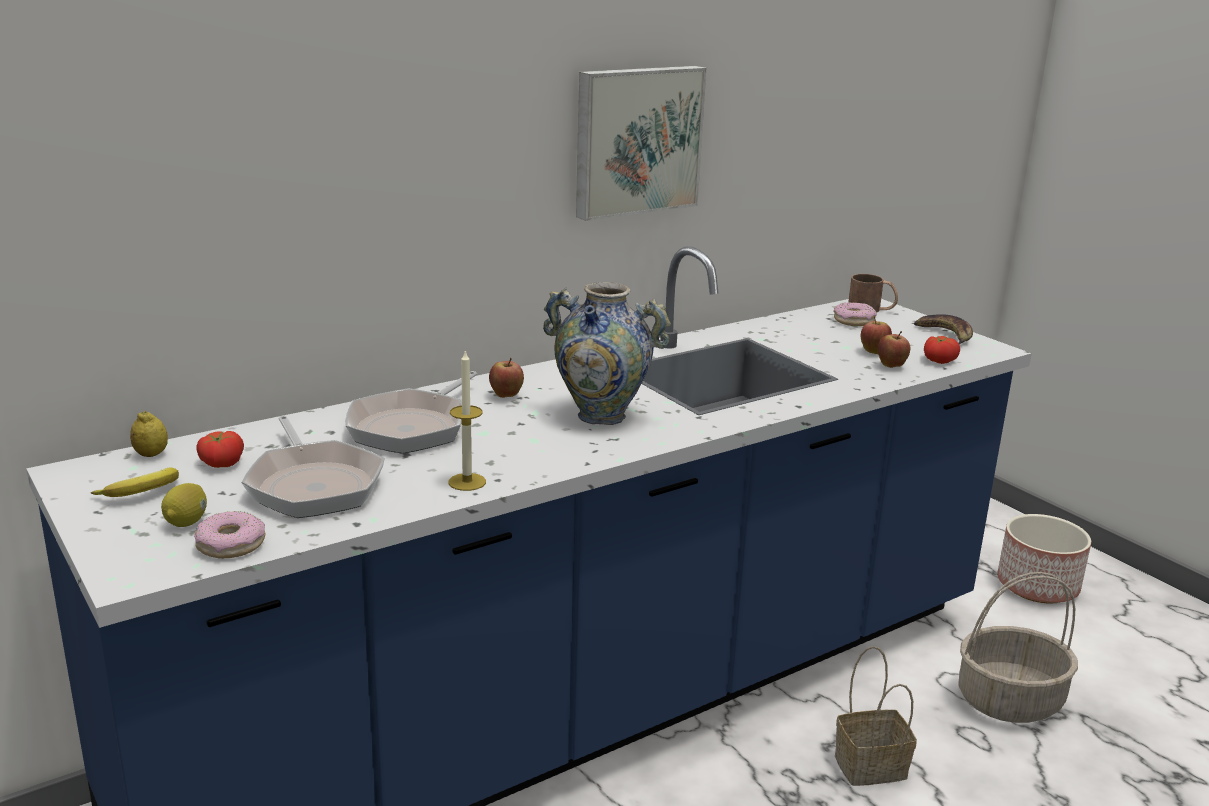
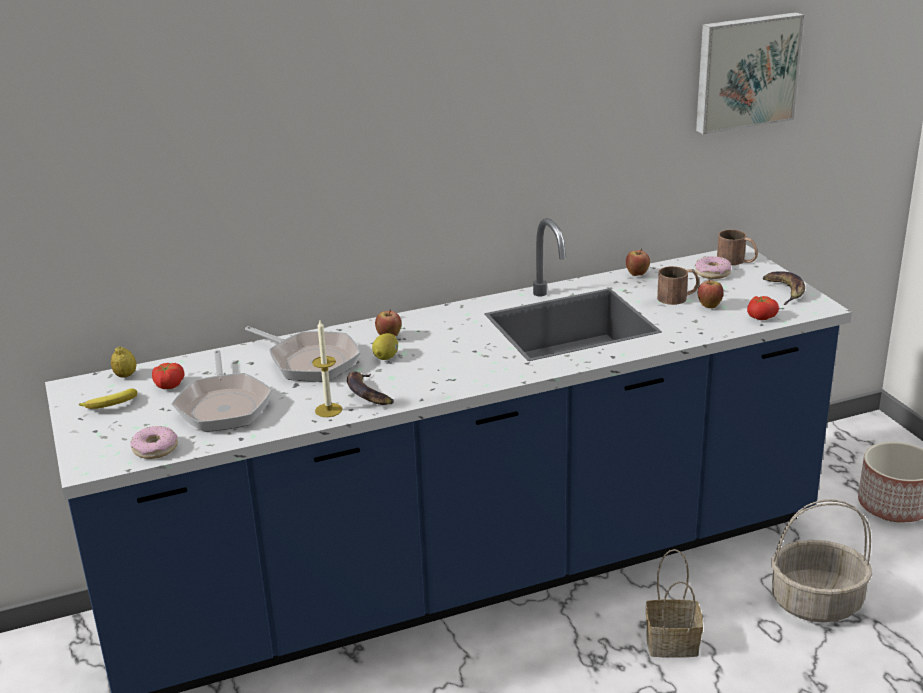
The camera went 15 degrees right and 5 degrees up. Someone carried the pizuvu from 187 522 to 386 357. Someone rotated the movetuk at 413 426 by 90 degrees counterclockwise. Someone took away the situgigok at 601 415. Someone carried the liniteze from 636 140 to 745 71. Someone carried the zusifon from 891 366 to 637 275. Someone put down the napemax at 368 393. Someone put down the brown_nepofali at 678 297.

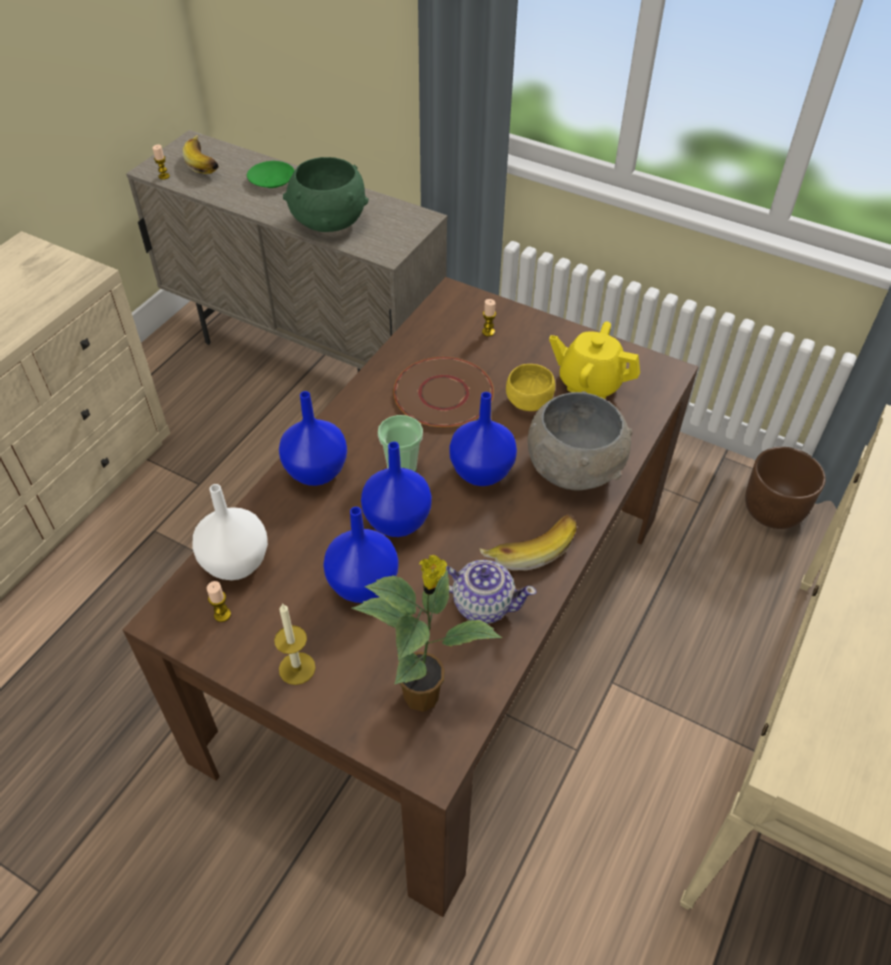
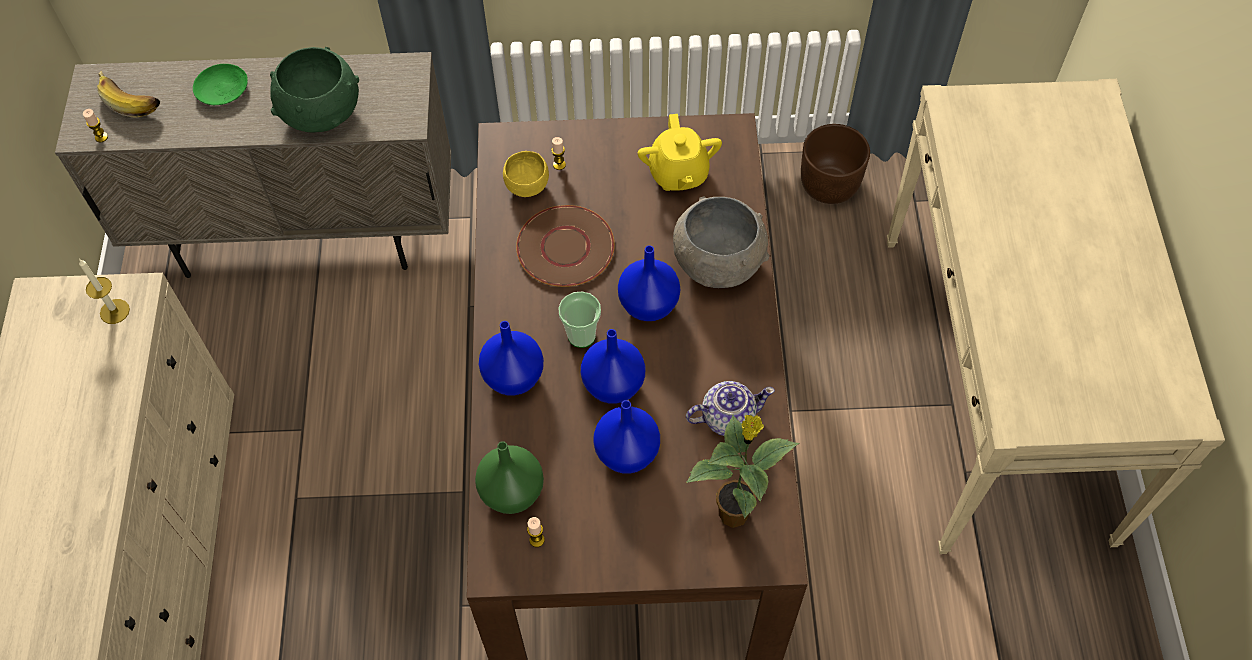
The camera went 30 degrees left and 10 degrees up. Someone repainted the white_situgigok at 235 561, which became the green_situgigok at 511 491. Someone carried the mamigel from 297 668 to 114 311. Someone took away the napemax at 529 547. Someone carried the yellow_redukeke from 528 403 to 527 187. Someone rotated the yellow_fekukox at 589 382 by 90 degrees counterclockwise.

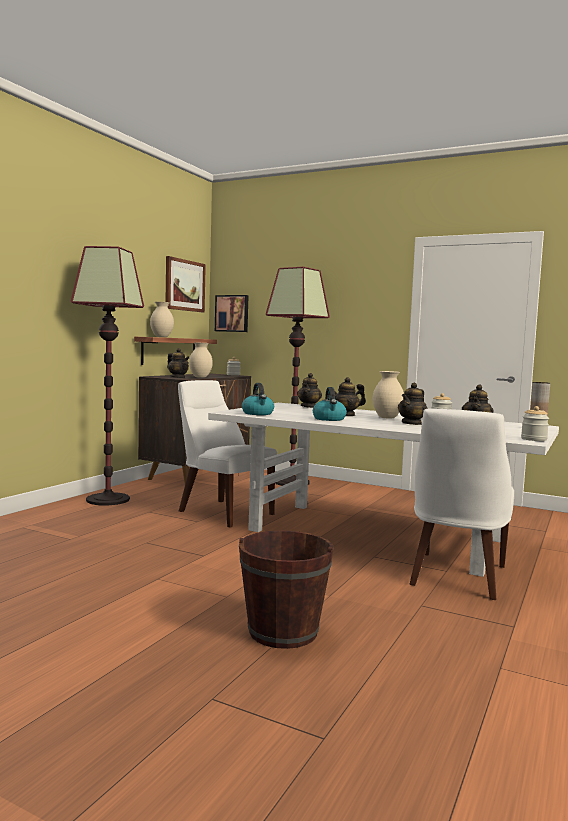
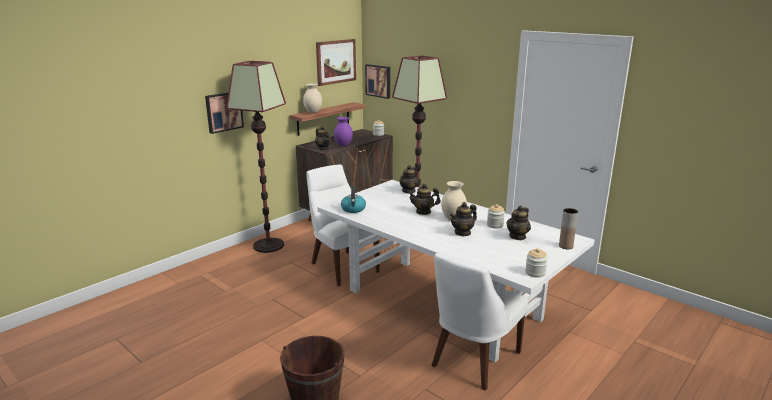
The camera went 15 degrees right and 15 degrees up. Someone repainted the beige_situgigok at 200 377, which became the purple_situgigok at 343 145. Someone took away the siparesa at 329 419. Someone put up the liniteze at 223 111.

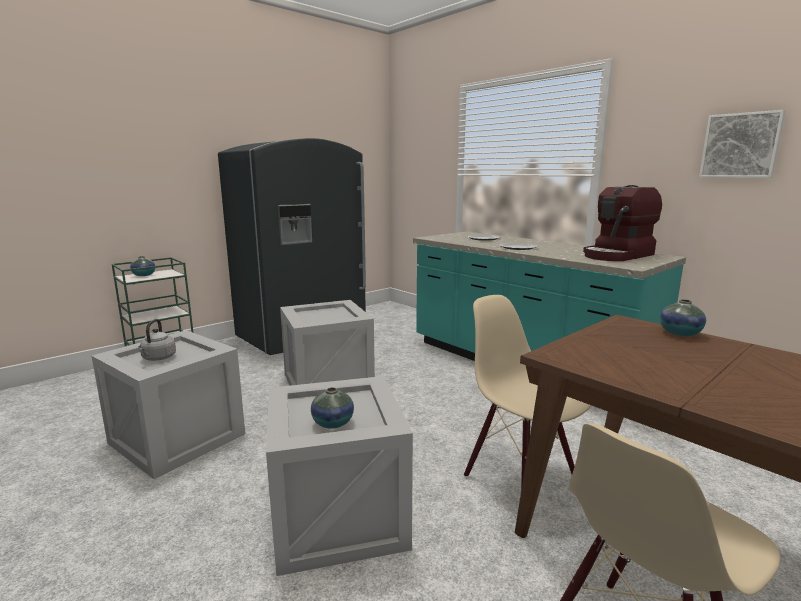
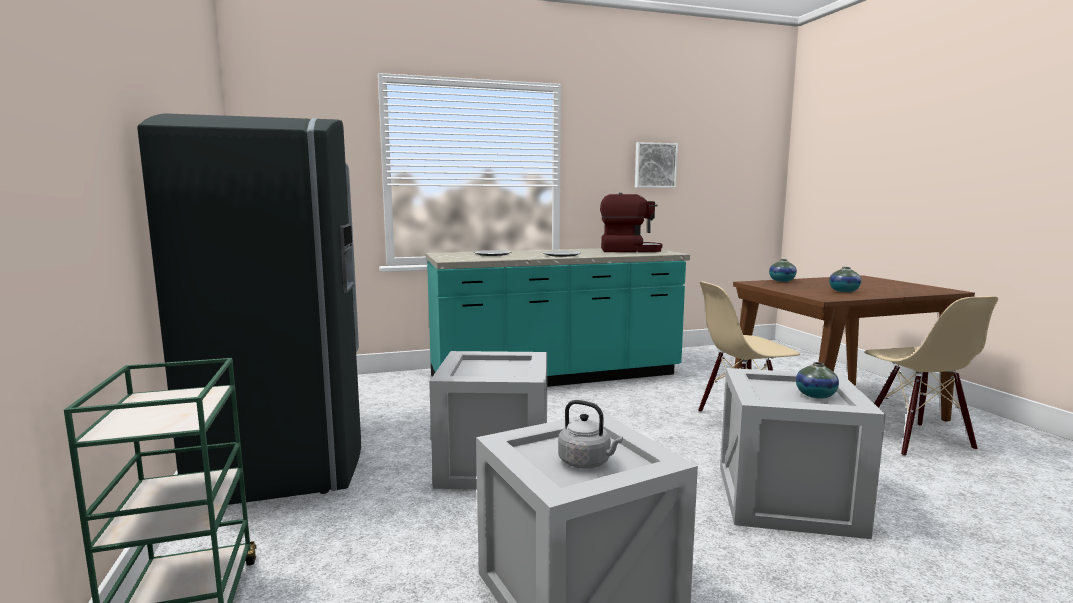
The camera went 65 degrees left and 5 degrees down. Someone carried the situgigok from 144 275 to 844 291. Someone rotated the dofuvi at 618 255 by 75 degrees counterclockwise.

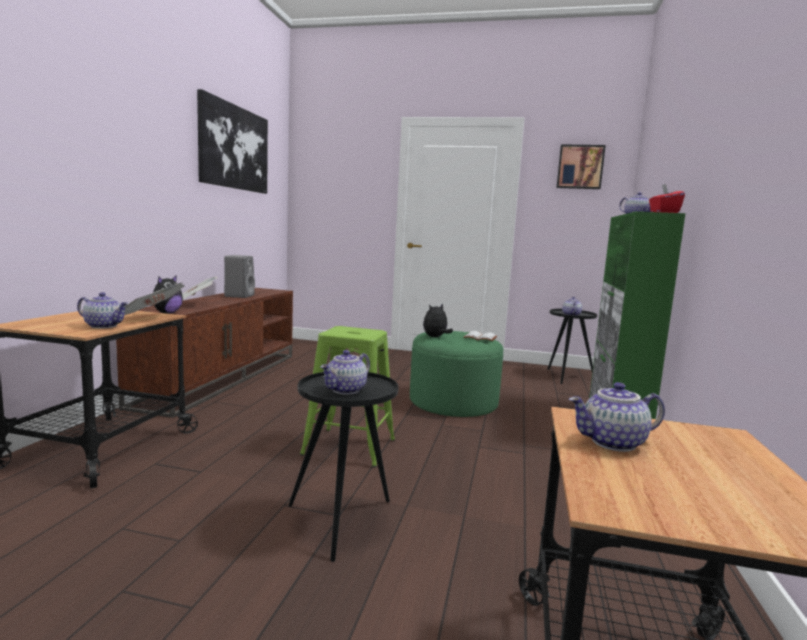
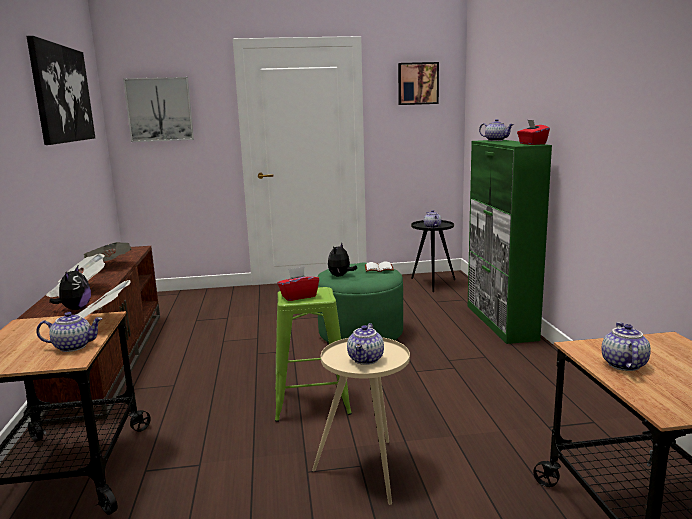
The camera went 20 degrees left and 5 degrees up. Someone swapped the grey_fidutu at 239 296 for the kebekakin at 109 265. Someone repainted the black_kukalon at 343 520, which became the beige_kukalon at 368 468. Someone rotated the fekukox at 613 443 by 135 degrees clockwise. Someone put up the liniteze at 159 109. Someone put down the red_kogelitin at 298 296.

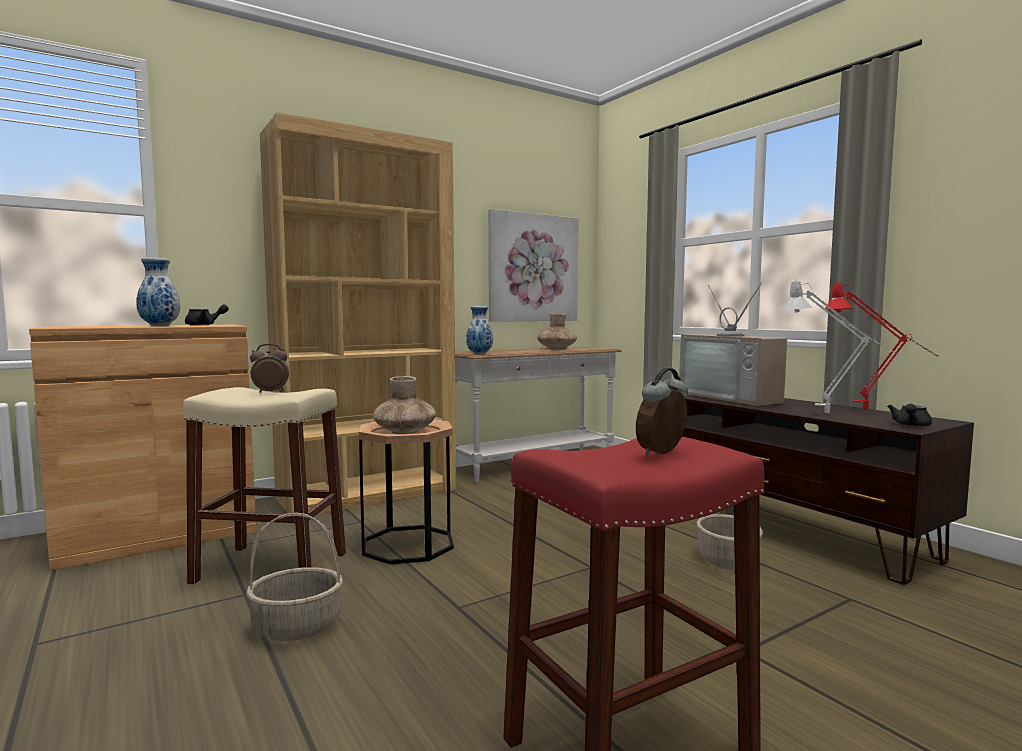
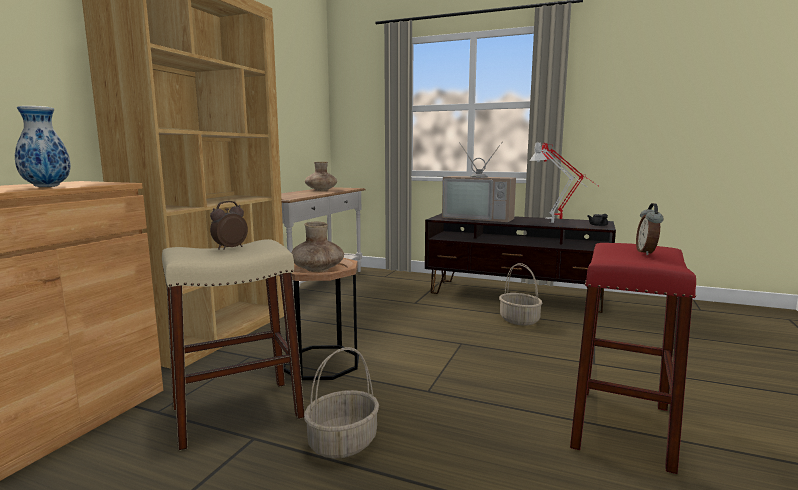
The camera went 35 degrees left and 5 degrees up. Someone took away the black_fekukox at 205 325. Someone took away the situgigok at 479 354. Someone took away the liniteze at 533 268.

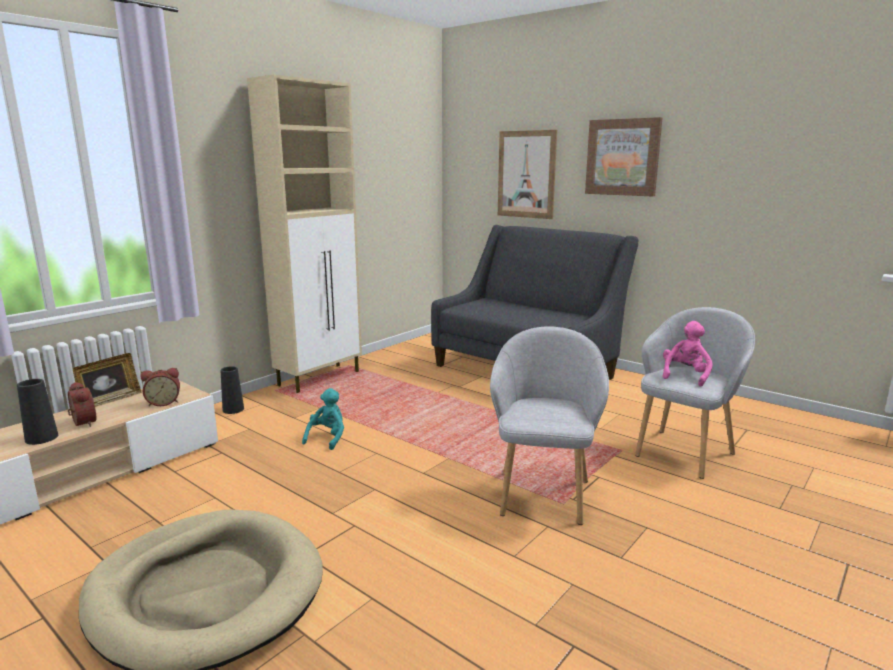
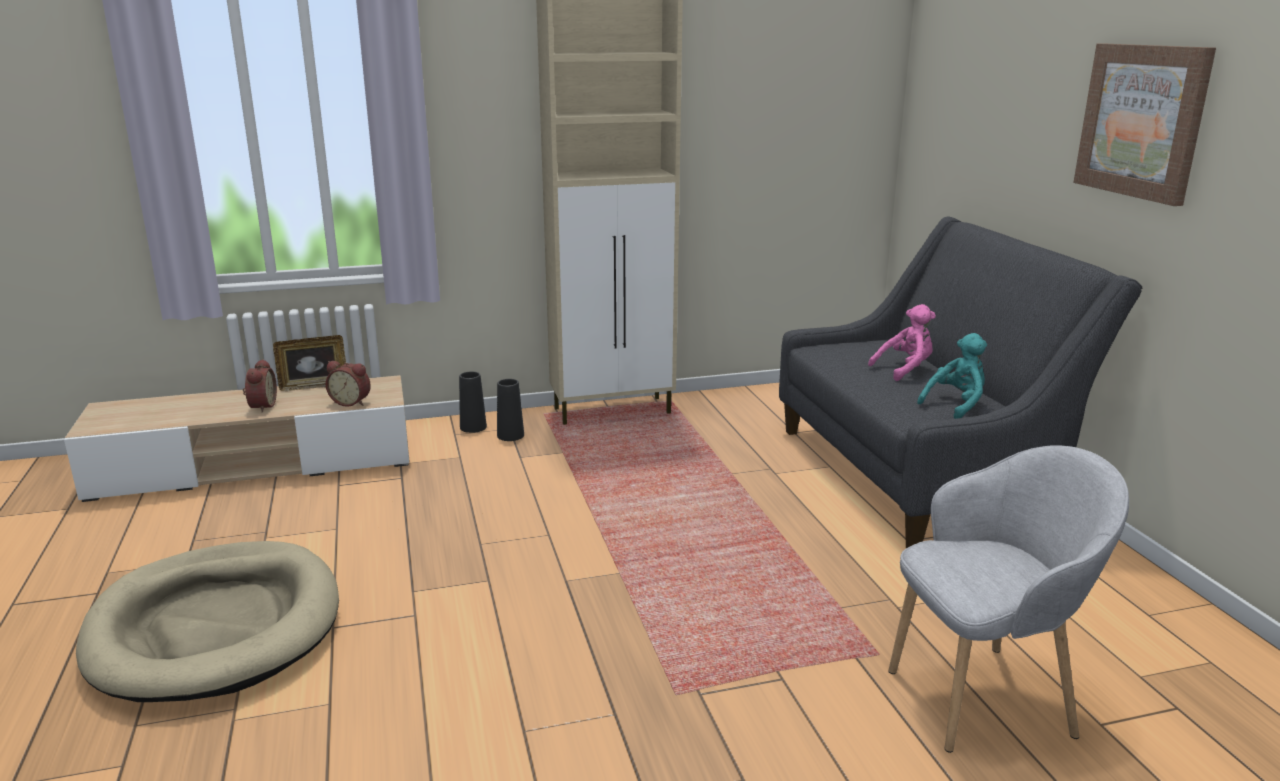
The camera went 35 degrees right and 5 degrees up. Someone carried the black_situgigok from 41 438 to 510 435. Someone carried the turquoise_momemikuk from 327 438 to 956 405. Someone took away the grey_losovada at 543 494. Someone took away the liniteze at 526 174. Someone carried the pink_momemikuk from 685 376 to 905 369.

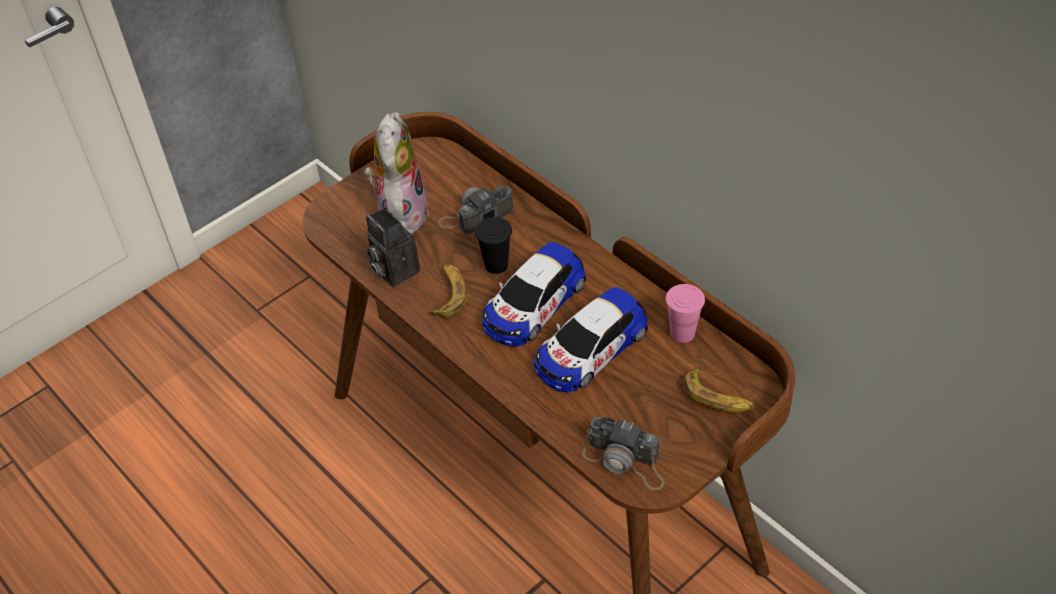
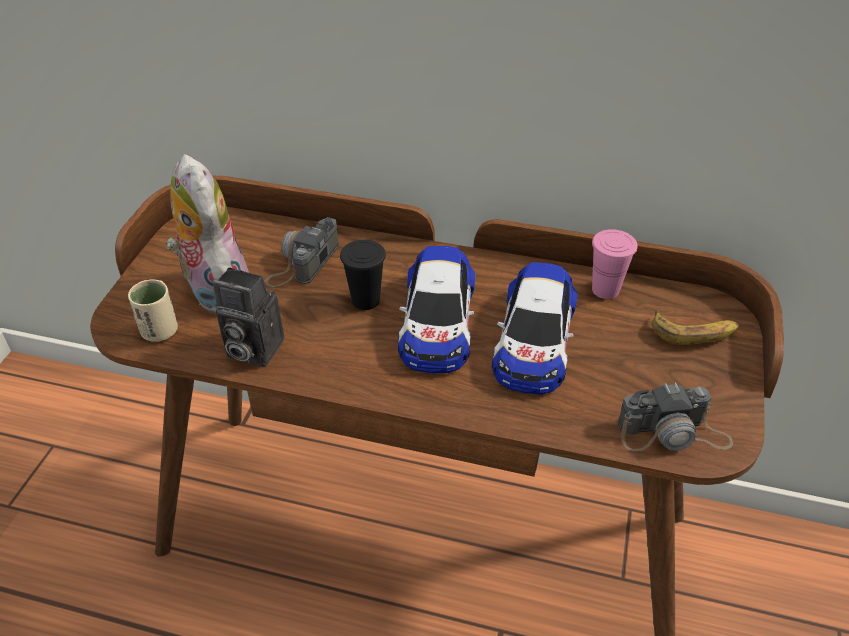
The camera went 35 degrees left and 5 degrees down. Someone took away the napemax at 449 295. Someone put down the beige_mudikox at 159 331.

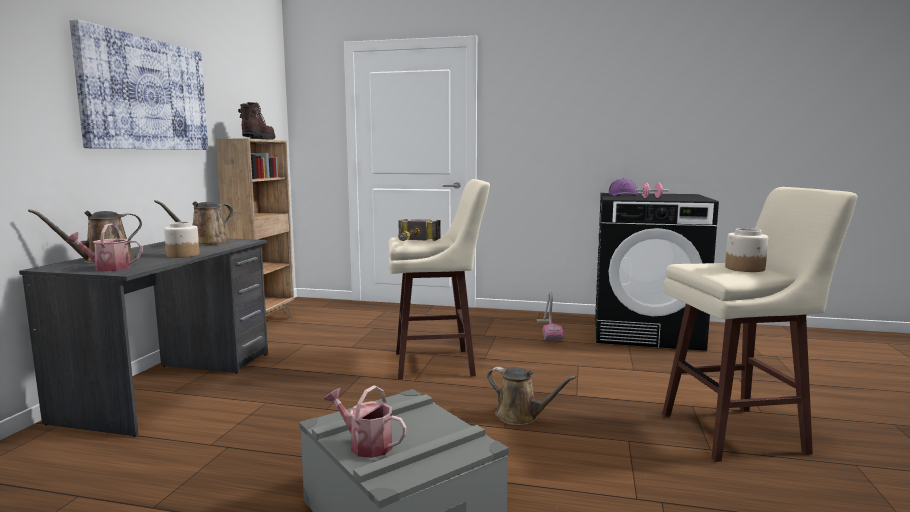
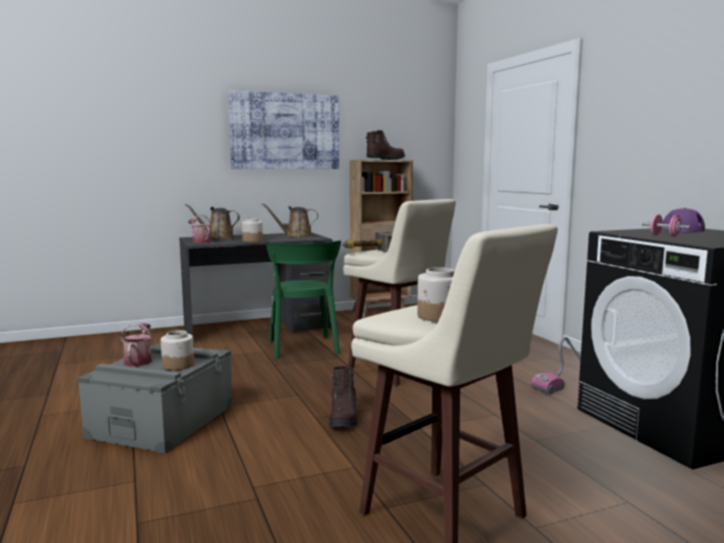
The camera went 55 degrees right and 0 degrees up. Someone swapped the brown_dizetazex at 521 416 for the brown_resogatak at 343 418. Someone put down the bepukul at 178 365. Someone put down the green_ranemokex at 303 348.

